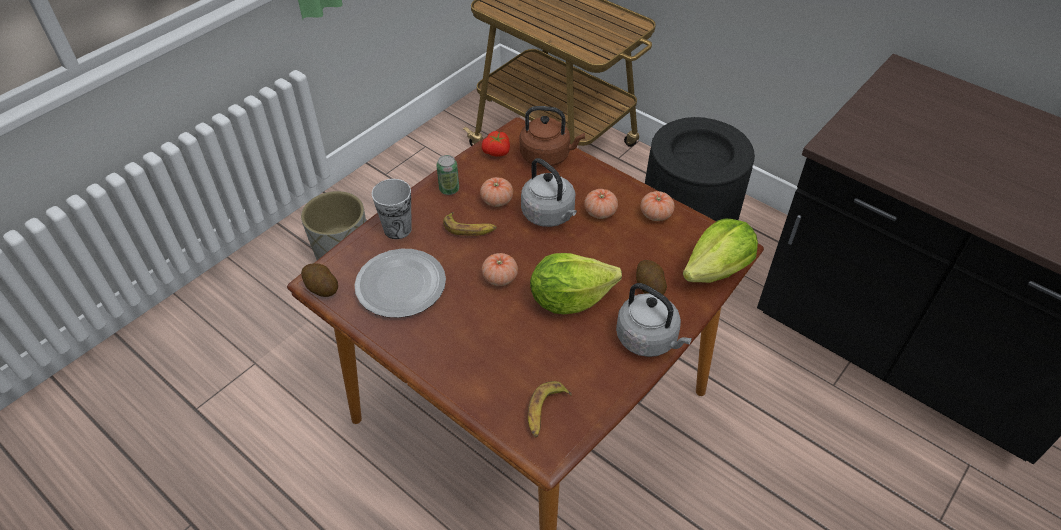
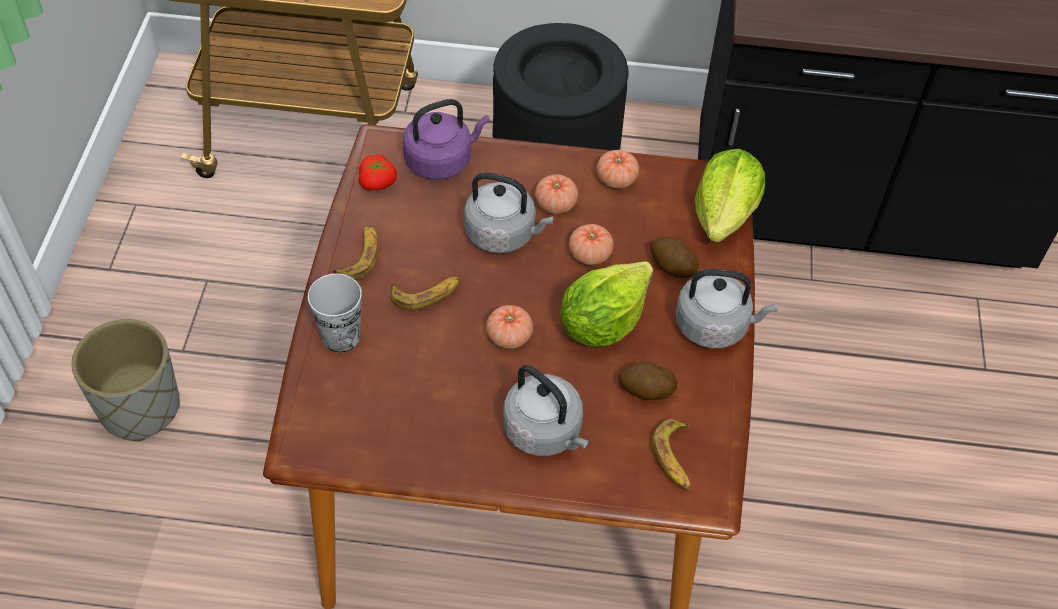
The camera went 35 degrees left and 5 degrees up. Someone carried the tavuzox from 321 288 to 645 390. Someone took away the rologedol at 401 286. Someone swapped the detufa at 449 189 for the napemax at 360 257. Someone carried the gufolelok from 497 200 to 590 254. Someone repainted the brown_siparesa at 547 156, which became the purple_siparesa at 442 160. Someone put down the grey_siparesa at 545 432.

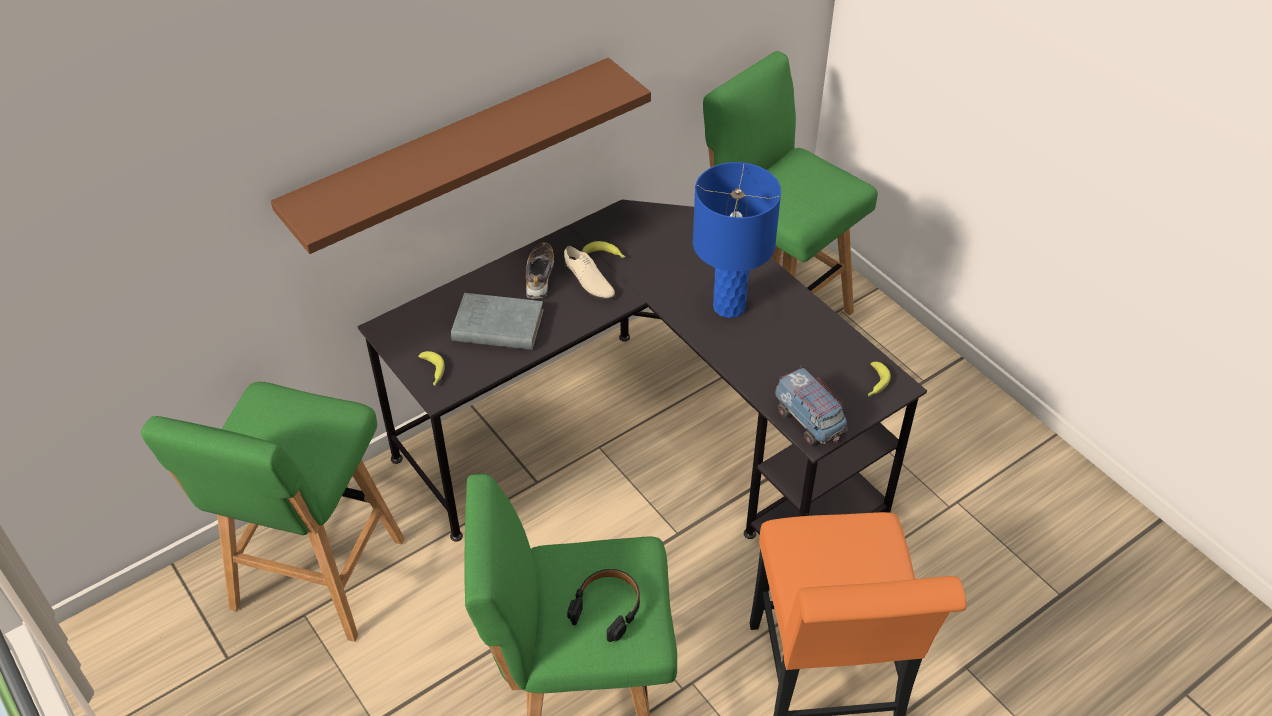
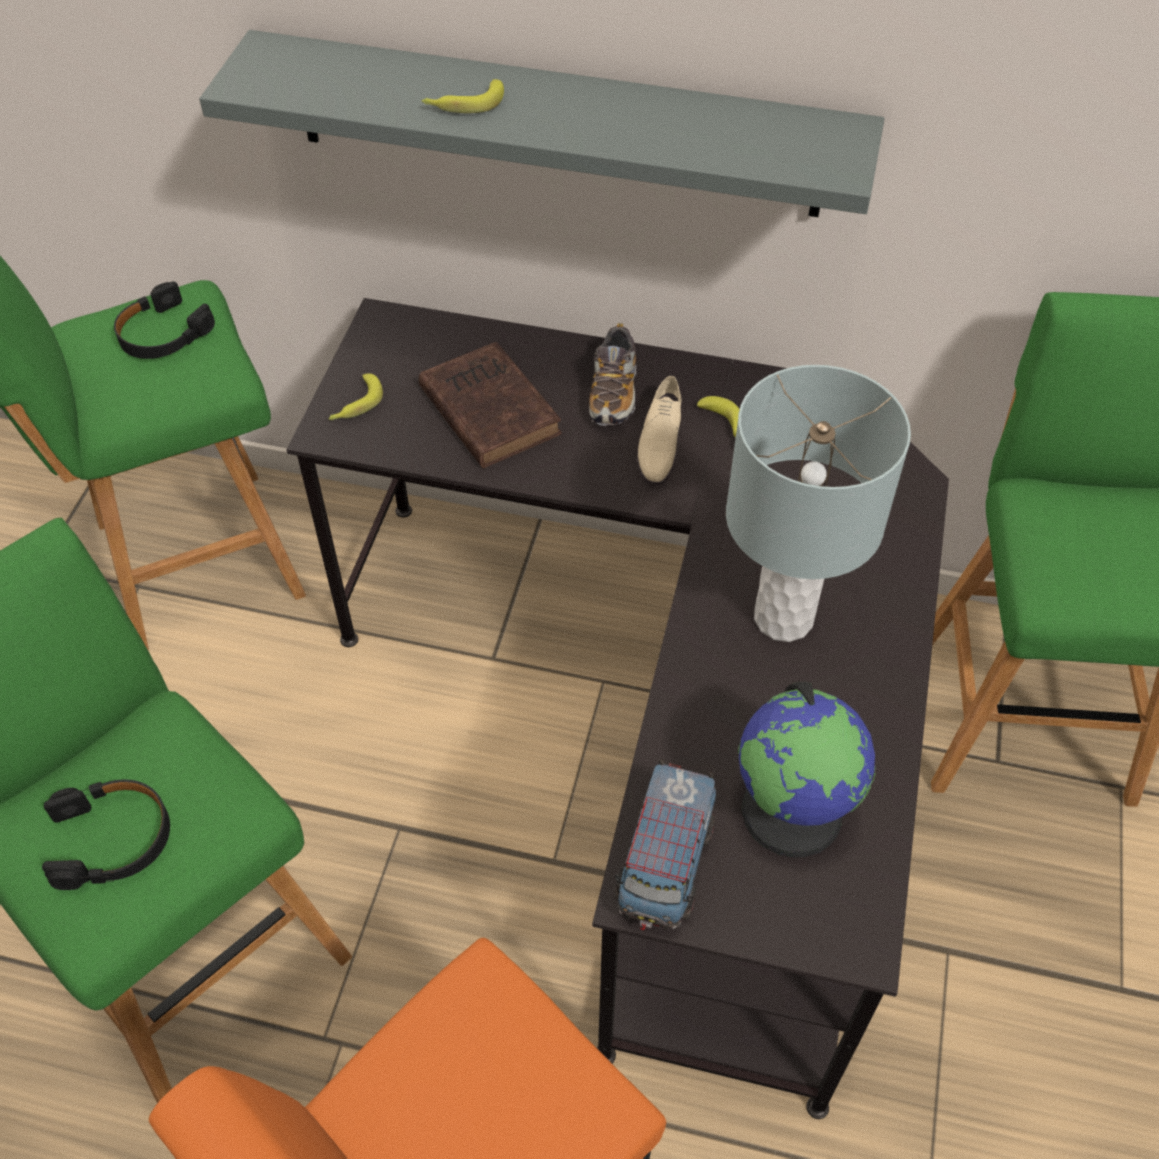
The camera went 50 degrees right and 5 degrees up. Someone repainted the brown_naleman at 453 153, which became the grey_naleman at 556 125. Someone repainted the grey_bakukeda at 495 326, which became the brown_bakukeda at 487 409. Someone rotated the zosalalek at 539 277 by 135 degrees clockwise. Someone repainted the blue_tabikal at 729 306, which became the grey_tabikal at 784 618. Someone carried the napemax from 874 384 to 464 104. Someone put down the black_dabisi at 163 334. Someone put down the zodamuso at 794 810.

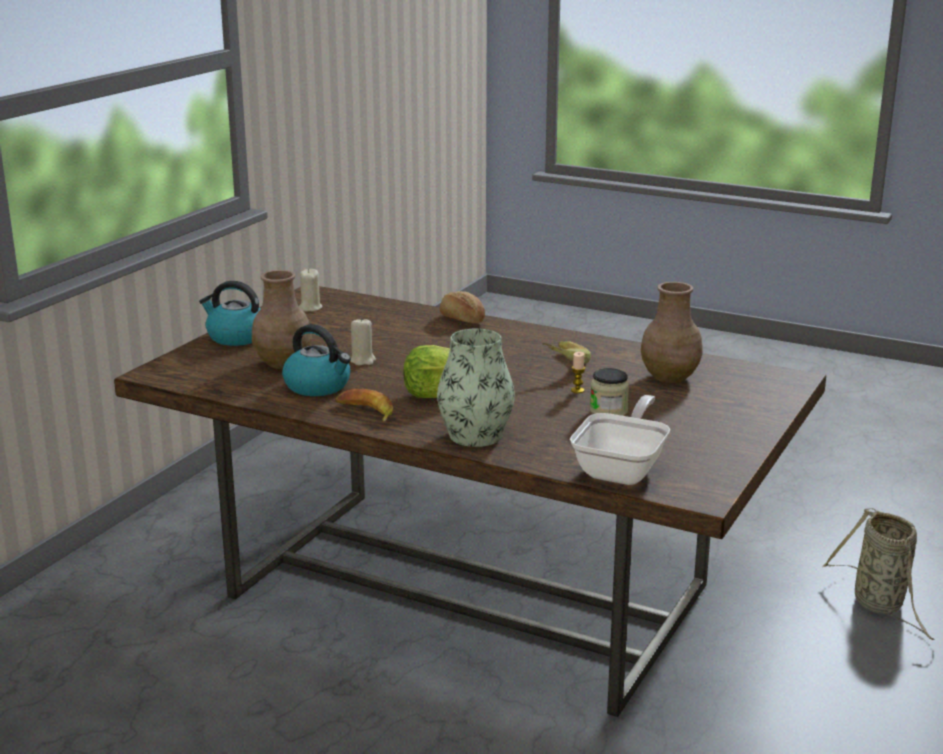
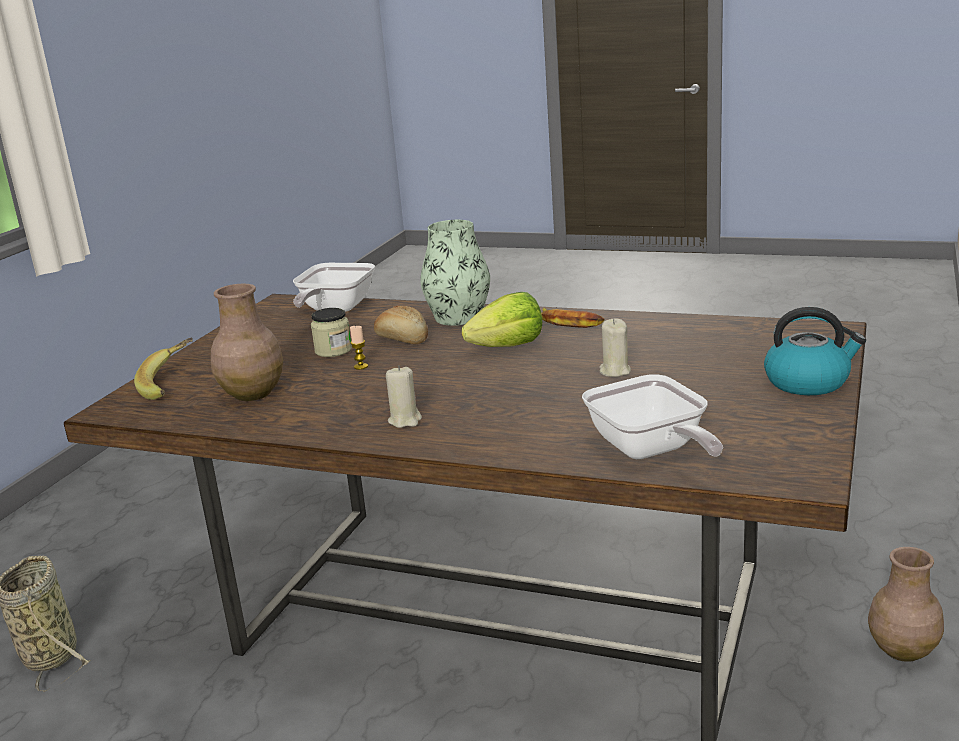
The camera went 175 degrees right and 0 degrees up. Someone carried the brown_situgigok from 284 363 to 902 650. Someone took away the siparesa at 318 386. Someone carried the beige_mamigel from 310 308 to 405 420. Someone carried the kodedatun from 461 319 to 402 339. Someone carried the napemax from 560 364 to 171 385. Someone put down the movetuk at 650 451.

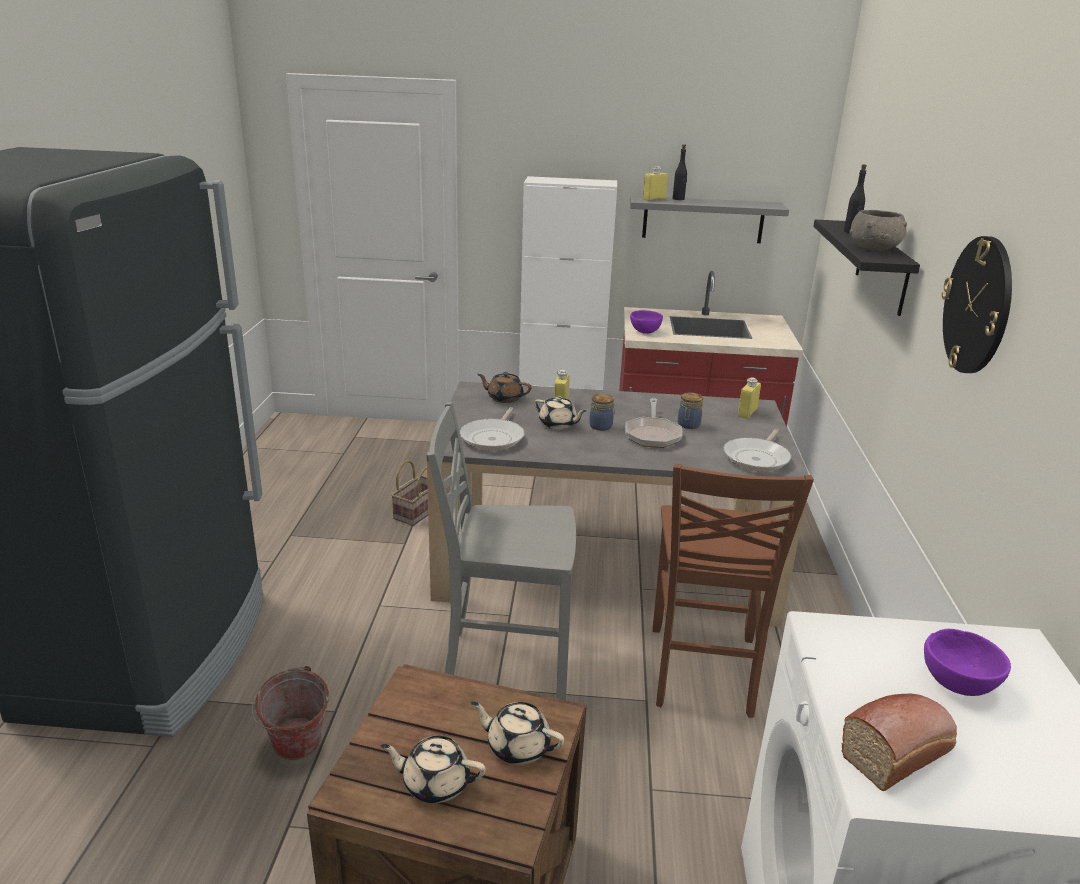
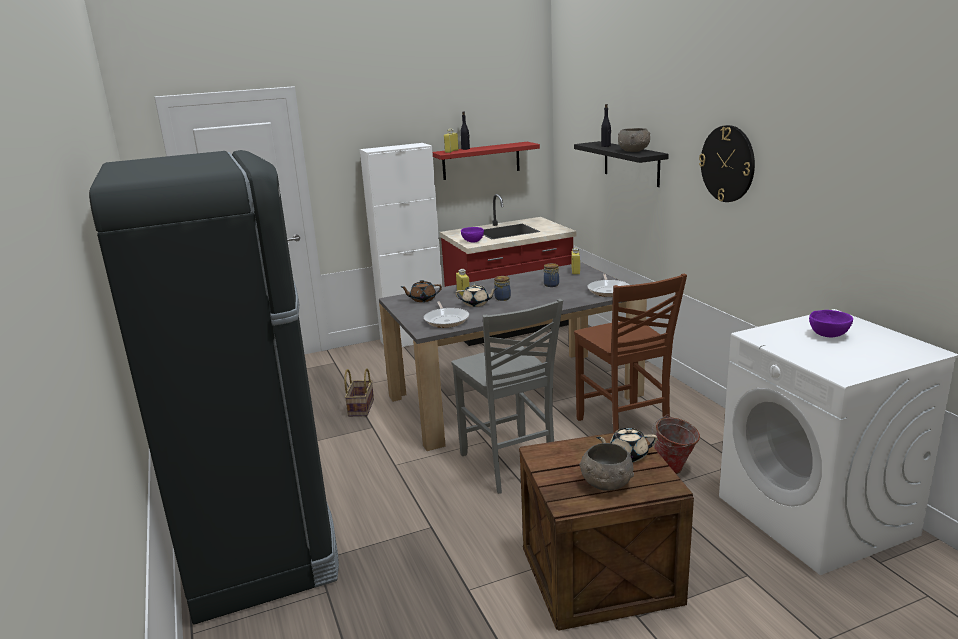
The camera went 25 degrees left and 5 degrees down. Someone carried the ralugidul from 296 752 to 673 470. Someone swapped the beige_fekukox at 435 783 for the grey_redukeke at 606 484. Someone rotated the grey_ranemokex at 504 663 by 90 degrees counterclockwise. Someone took away the movetuk at 652 434. Someone repainted the grey_naleman at 703 219, which became the red_naleman at 481 161. Someone took away the kodedatun at 898 752.

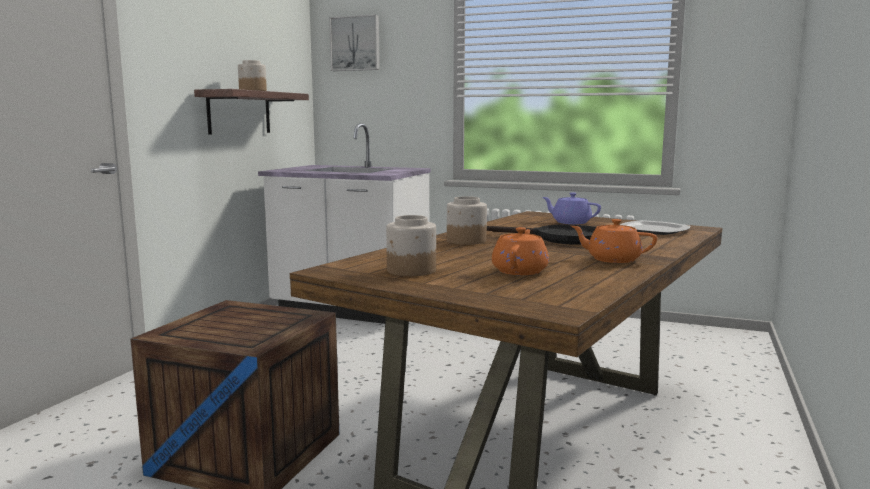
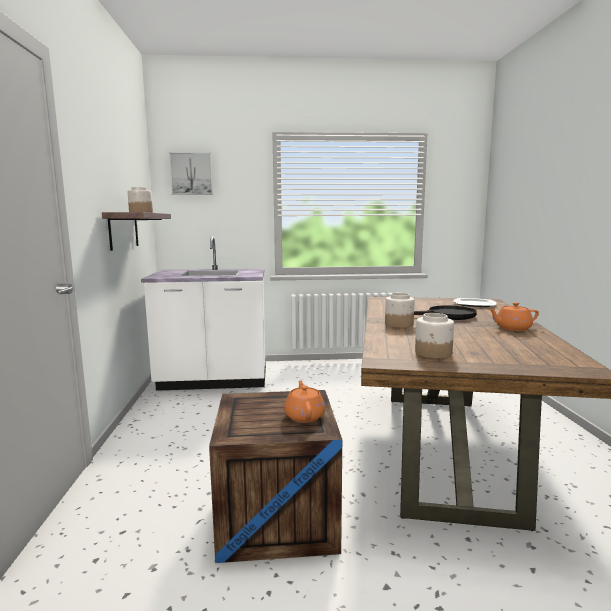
The camera went 25 degrees left and 0 degrees up. Someone carried the orange_fekukox from 520 271 to 304 416. Someone took away the purple_fekukox at 570 222.

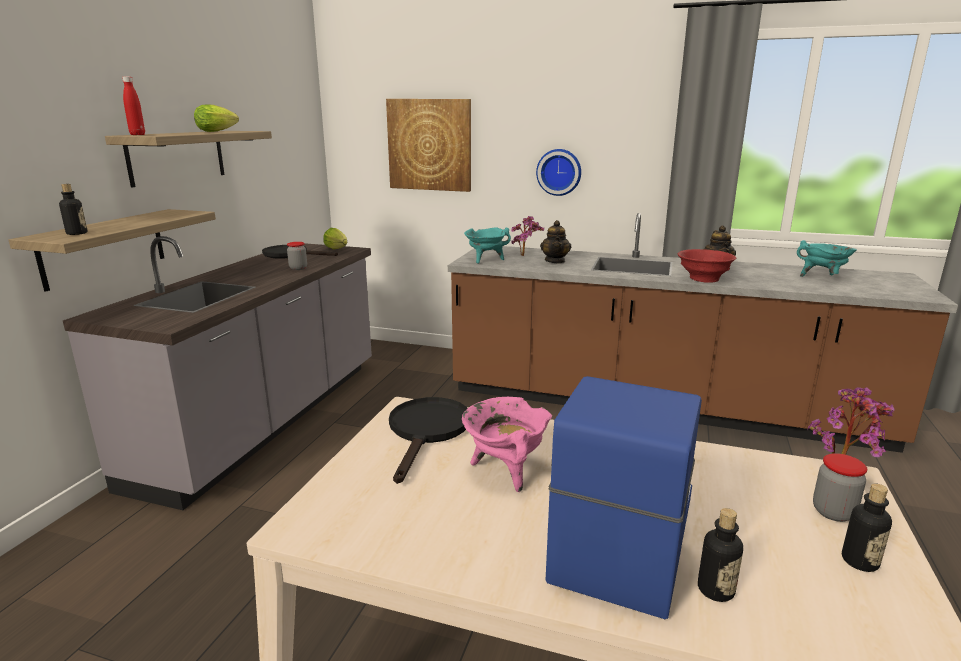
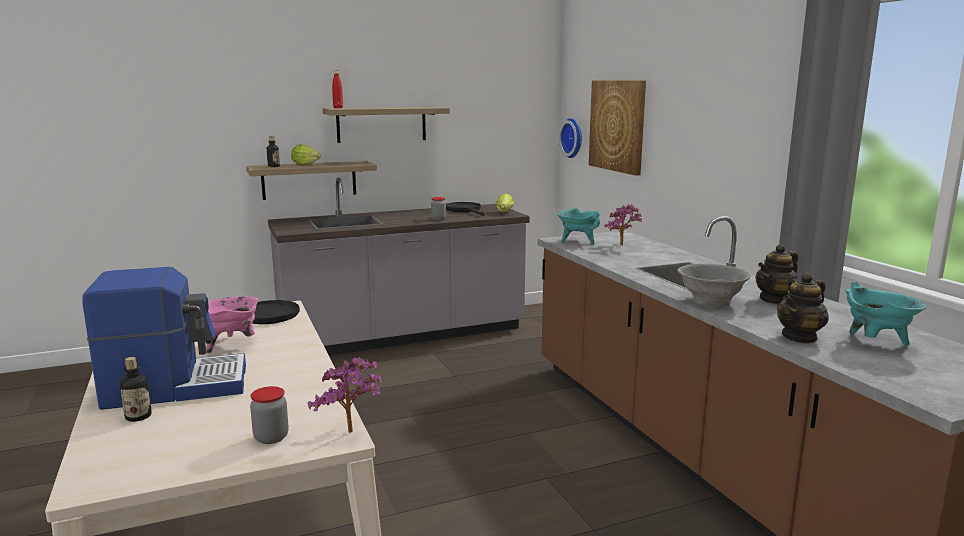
The camera went 50 degrees right and 5 degrees down. Someone carried the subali from 218 131 to 307 165. Someone carried the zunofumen from 559 172 to 573 138. Someone carried the fekukox from 555 261 to 800 337. Someone repainted the red_redukeke at 703 279, which became the grey_redukeke at 710 302. Someone took away the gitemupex at 860 561.

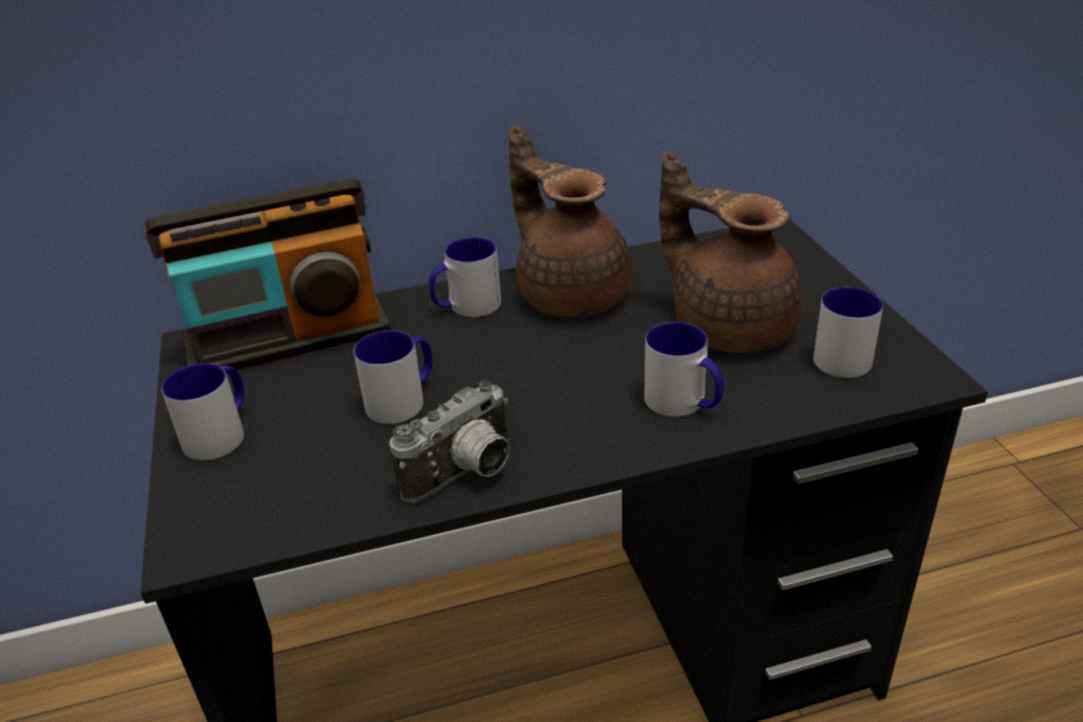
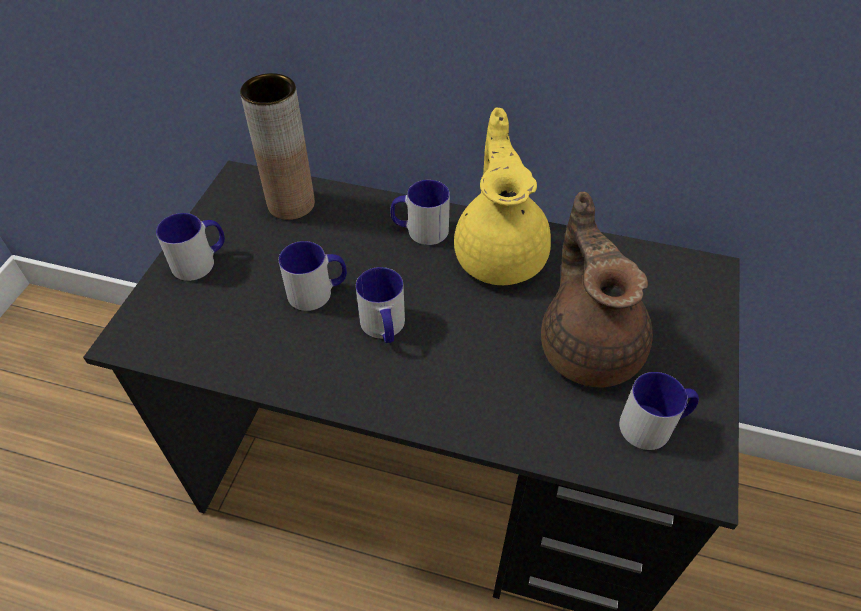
The camera went 30 degrees right and 15 degrees up. Someone swapped the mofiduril at 289 340 for the brown_situgigok at 291 204. Someone took away the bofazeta at 466 475. Someone repainted the brown_fekukox at 571 293, which became the yellow_fekukox at 500 253. Someone carried the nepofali from 684 403 to 384 328.

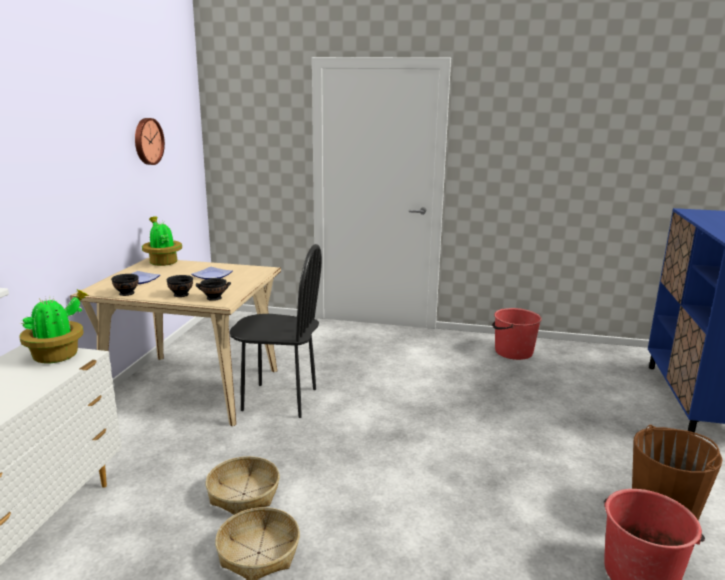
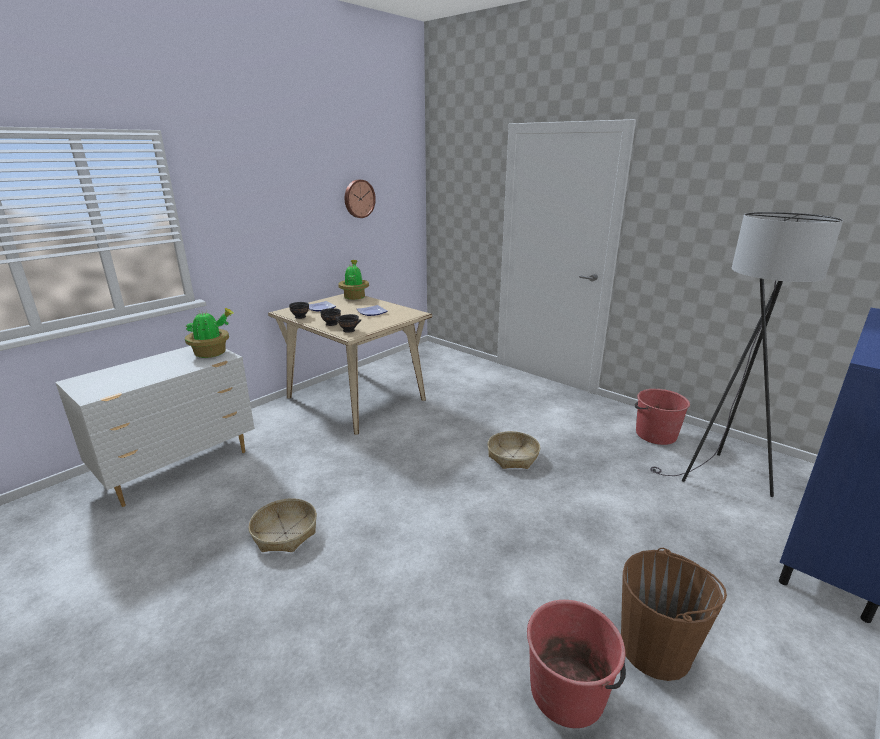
The camera went 30 degrees right and 5 degrees up. Someone carried the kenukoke from 243 494 to 512 457. Someone took away the black_ranemokex at 279 400. Someone put down the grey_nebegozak at 718 478.

